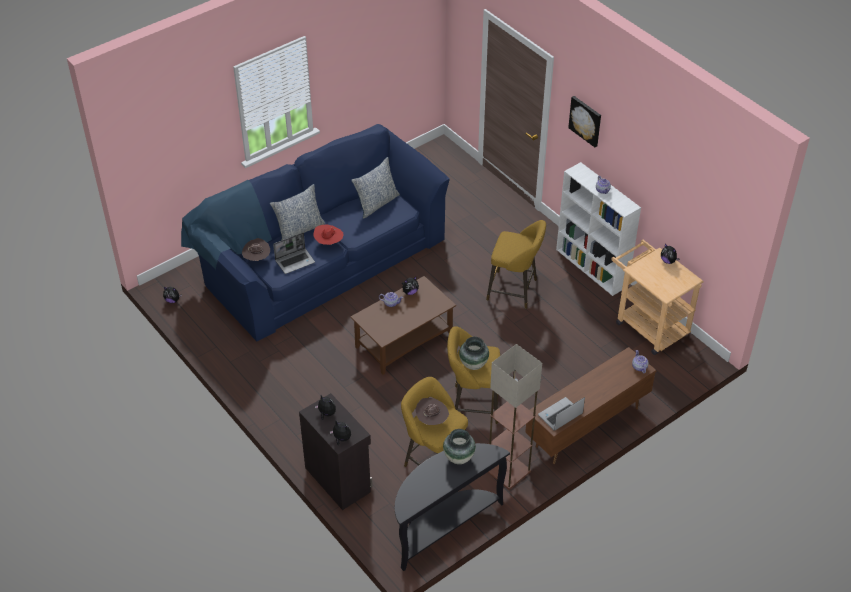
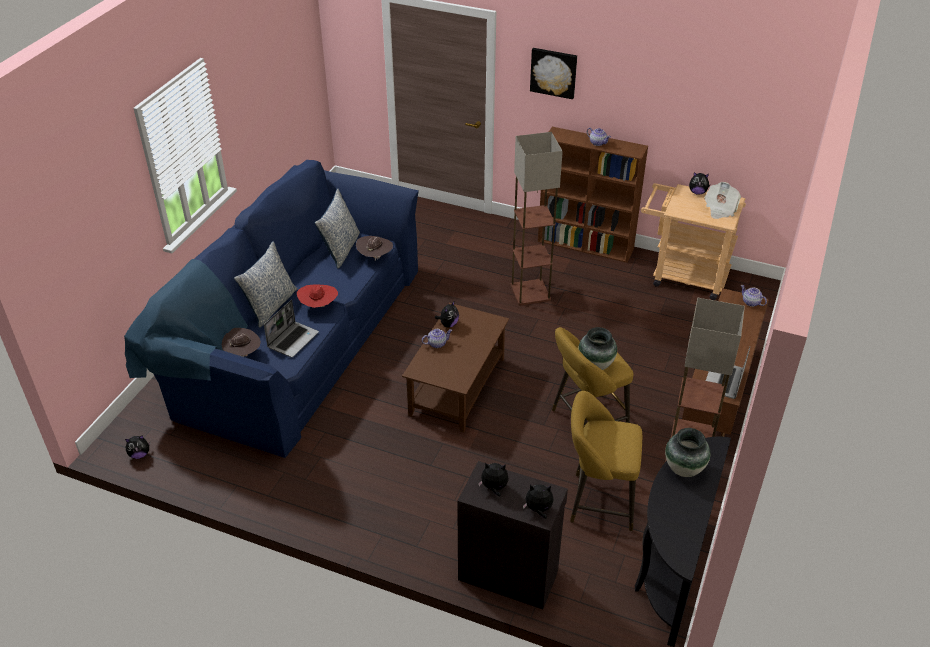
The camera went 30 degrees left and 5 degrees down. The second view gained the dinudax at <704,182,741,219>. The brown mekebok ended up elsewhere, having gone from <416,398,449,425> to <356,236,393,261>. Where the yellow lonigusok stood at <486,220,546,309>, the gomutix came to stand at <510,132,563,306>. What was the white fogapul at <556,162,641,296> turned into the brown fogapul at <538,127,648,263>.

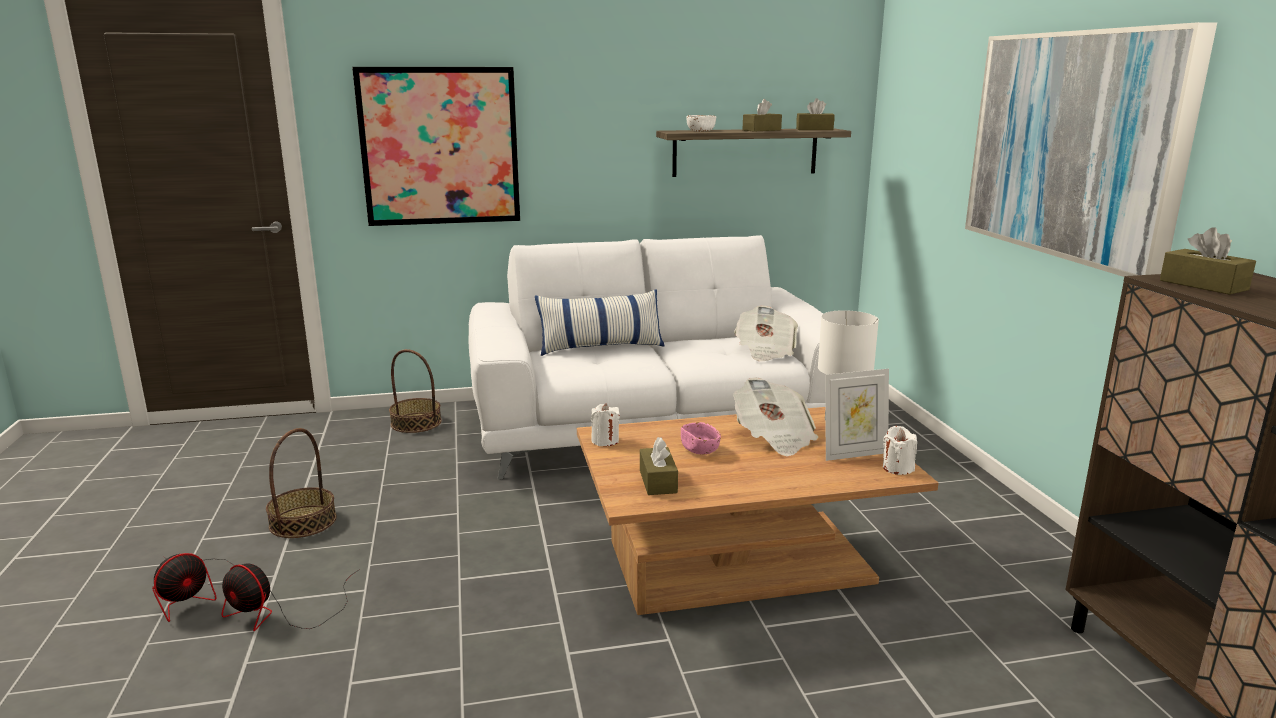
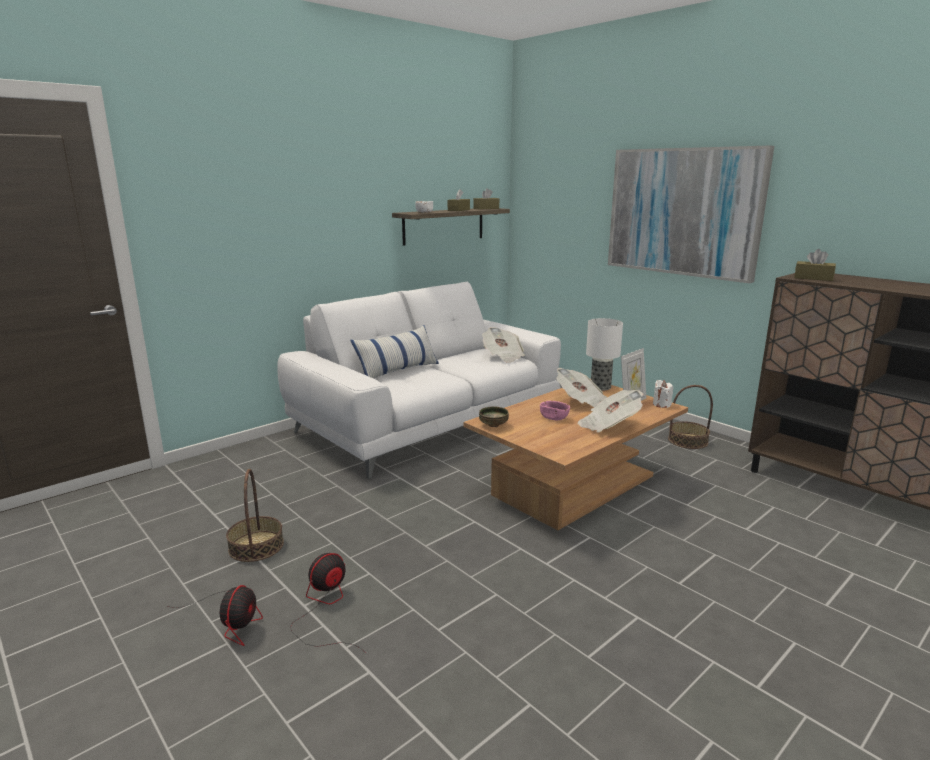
The camera went 30 degrees left and 0 degrees up. The second view lost the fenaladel at <352,67,520,226>. The second view lost the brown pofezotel at <640,437,678,495>. The second view gained the dinudax at <578,390,644,432>. The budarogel ended up elsewhere, having gone from <389,349,442,433> to <668,385,713,449>. Where the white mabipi stood at <591,403,620,446>, the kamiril came to stand at <479,406,509,427>. The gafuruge at <222,564,360,631> ended up facing another way, 135 degrees clockwise from before.

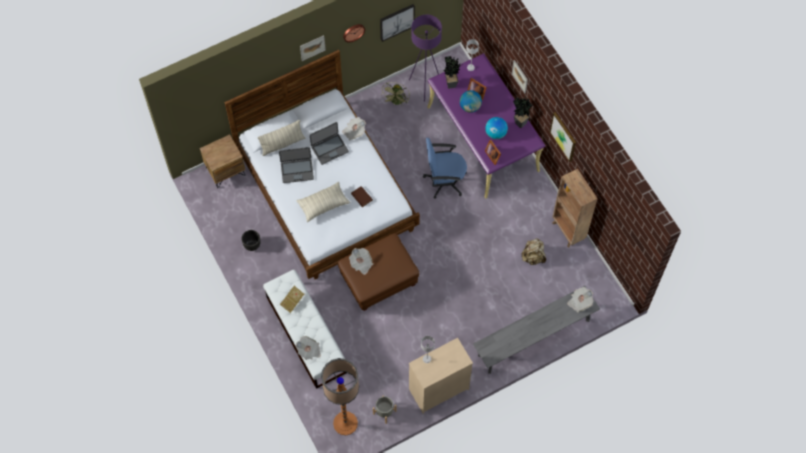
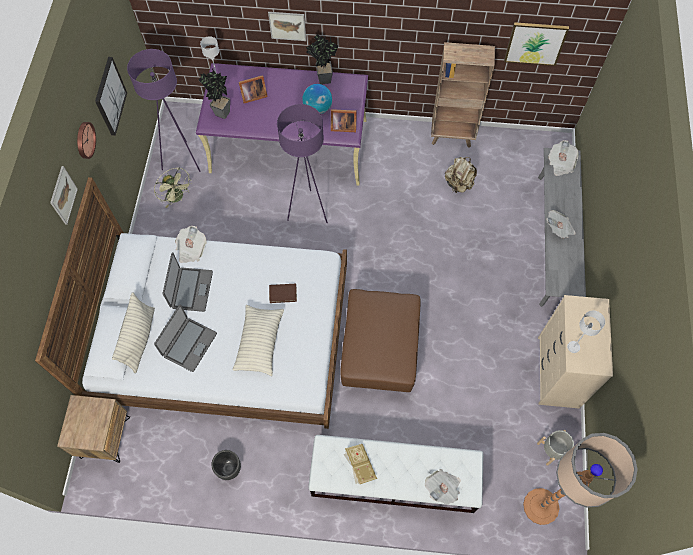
The camera went 55 degrees left and 0 degrees up. The second view lost the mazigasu at <460,90,482,113>. The dinudax ended up elsewhere, having gone from <349,248,373,275> to <546,210,576,239>. The fenaladel ended up elsewhere, having gone from <550,112,576,162> to <504,22,569,66>. Where the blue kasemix stood at <423,138,467,199>, the purple gomutix came to stand at <277,104,328,223>.

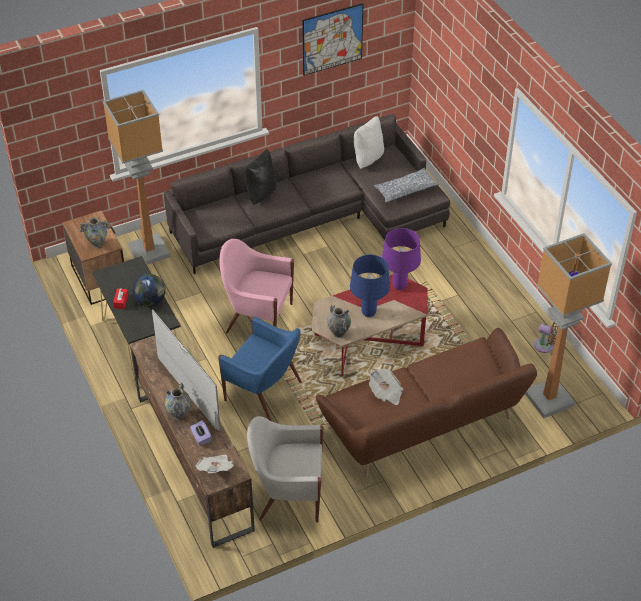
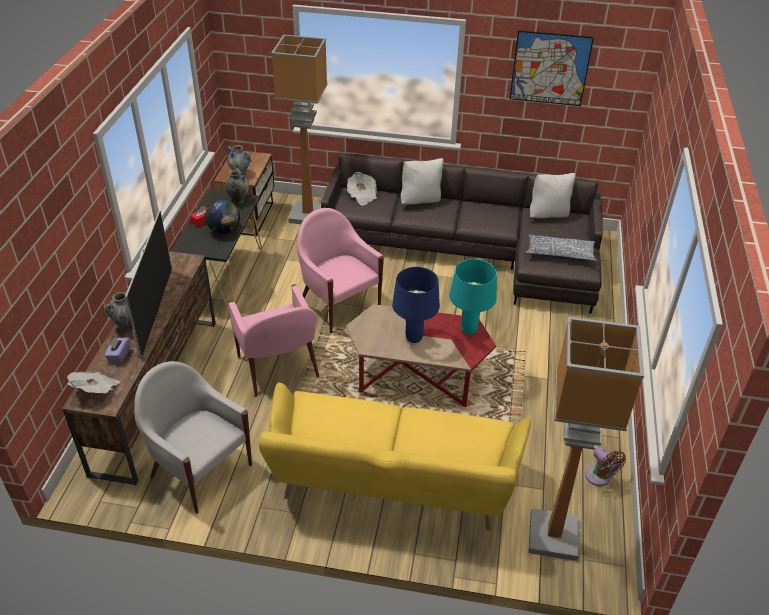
The camera went 35 degrees right and 5 degrees down. The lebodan ended up elsewhere, having gone from <327,305,351,338> to <225,168,249,204>. The dinudax ended up elsewhere, having gone from <369,368,404,405> to <347,172,377,206>. What was the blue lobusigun at <218,316,302,421> turned into the pink lobusigun at <228,284,319,396>. What was the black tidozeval at <244,149,277,205> turned into the white tidozeval at <401,158,444,205>. What was the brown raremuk at <316,328,537,477> turned into the yellow raremuk at <259,383,531,531>. What was the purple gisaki at <382,228,421,290> turned into the turquoise gisaki at <450,259,497,335>.

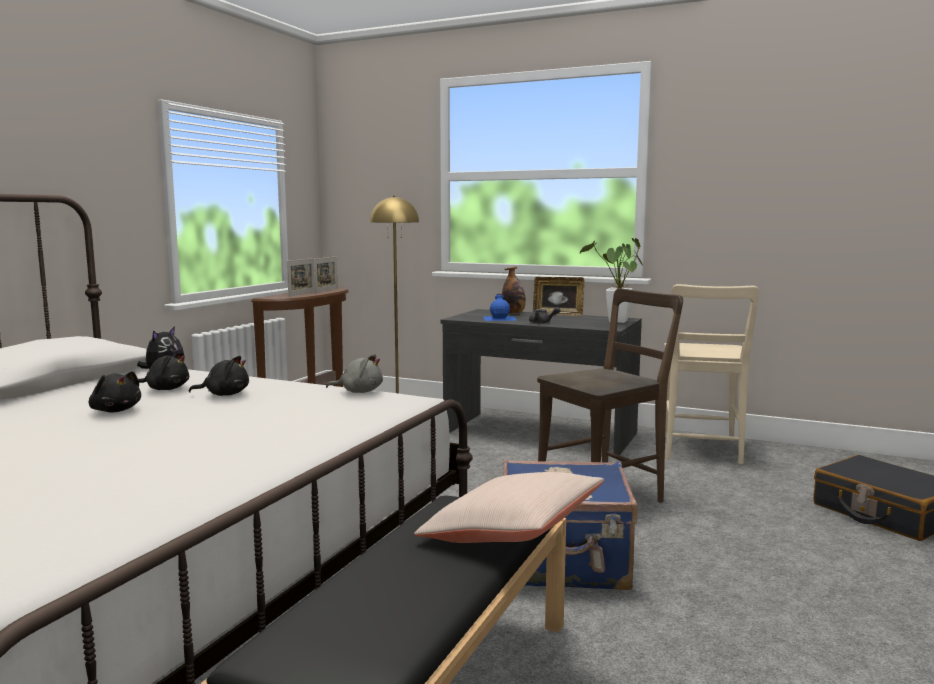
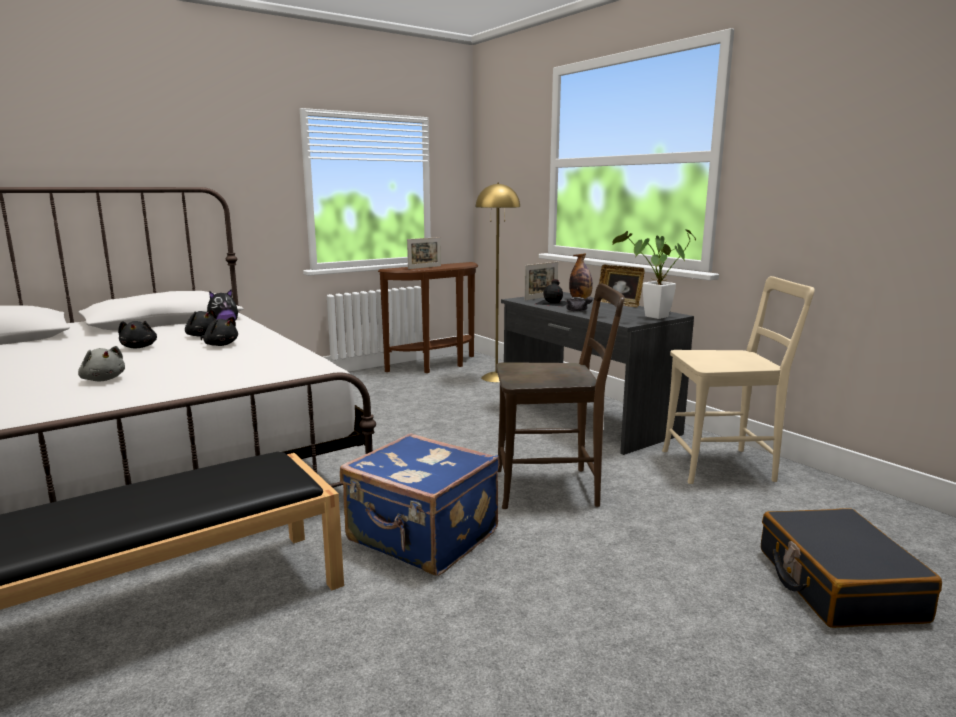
The camera went 30 degrees right and 5 degrees up. The second view lost the beige tidozeval at <414,472,604,543>. The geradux ended up elsewhere, having gone from <314,257,338,293> to <524,261,558,301>. The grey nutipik ended up elsewhere, having gone from <326,354,383,393> to <78,346,125,381>. What was the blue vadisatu at <483,294,518,321> turned into the black vadisatu at <535,279,568,306>. The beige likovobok at <664,284,759,464> ended up facing another way, 135 degrees counterclockwise from before.

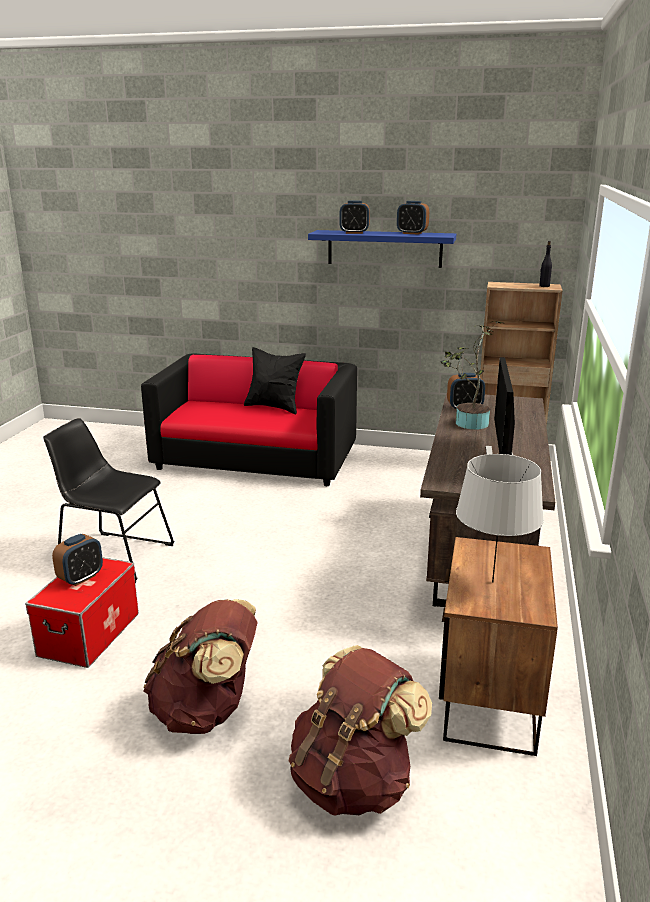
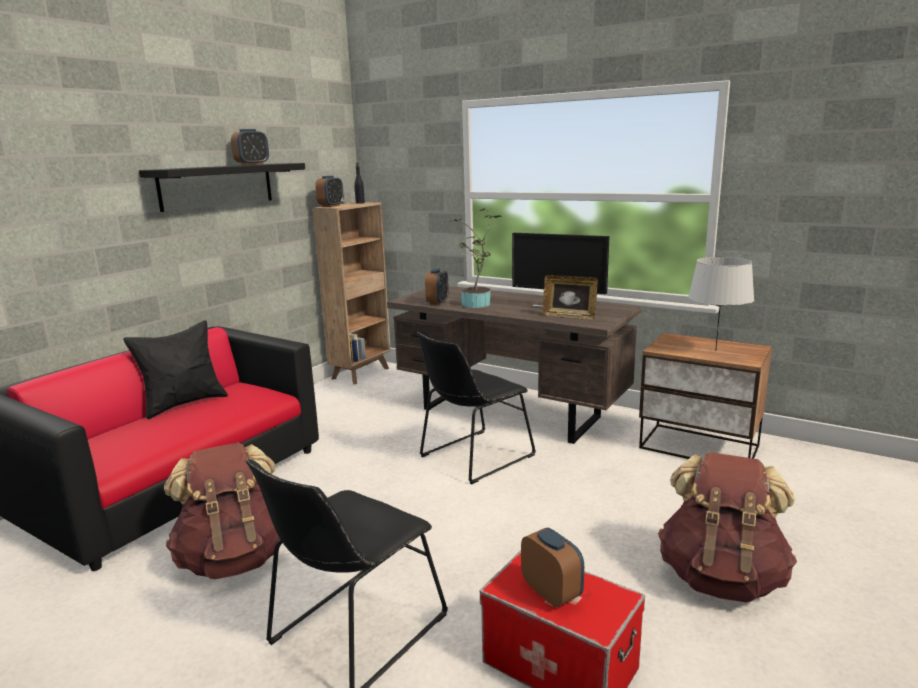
The camera went 70 degrees left and 5 degrees down. The second view gained the black likovobok at <417,332,536,485>. The second view gained the geradux at <542,275,598,320>. The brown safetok ended up elsewhere, having gone from <288,645,432,816> to <164,443,280,579>. The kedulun ended up elsewhere, having gone from <339,201,370,234> to <315,176,344,207>. What was the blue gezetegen at <308,230,456,268> turned into the black gezetegen at <139,163,305,212>.

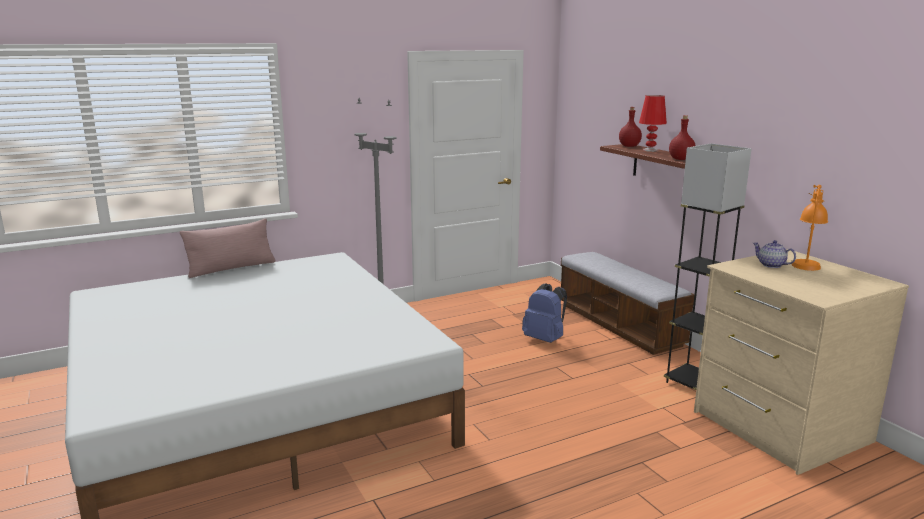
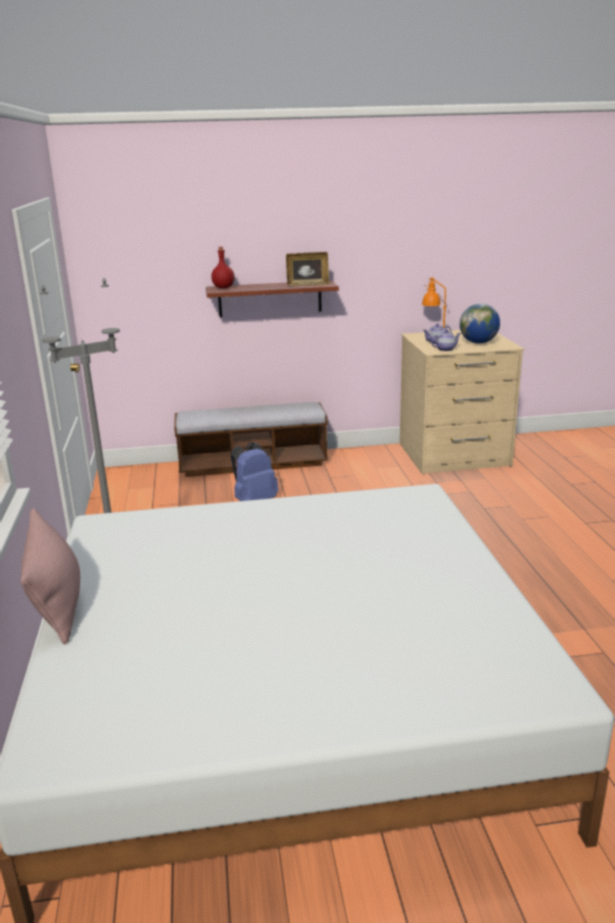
The camera went 70 degrees left and 5 degrees up. The second view lost the red gisaki at <639,95,667,152>. The second view lost the grey gomutix at <664,143,752,390>. The second view gained the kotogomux at <431,330,461,351>. The second view gained the mazigasu at <460,303,500,344>. Where the red vadisatu stood at <669,115,695,160>, the geradux came to stand at <286,252,329,286>.

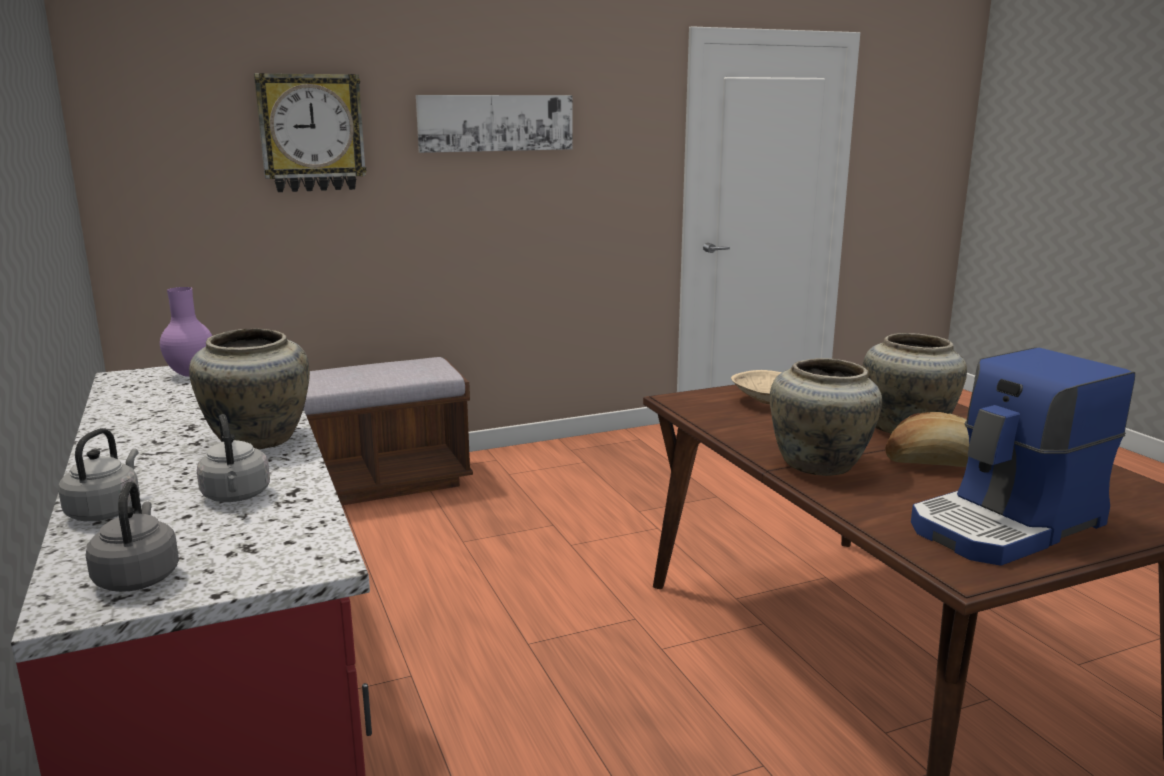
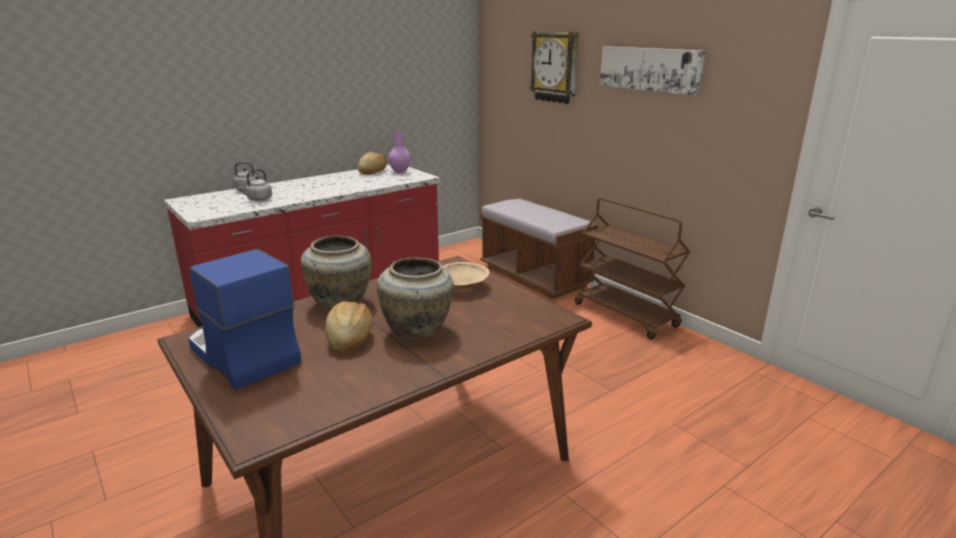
The camera went 75 degrees right and 5 degrees up. The second view lost the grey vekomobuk at <86,481,179,592>. The second view lost the beige lebodan at <189,328,310,449>. The second view gained the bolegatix at <358,152,387,175>. The second view gained the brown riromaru at <575,198,690,339>.

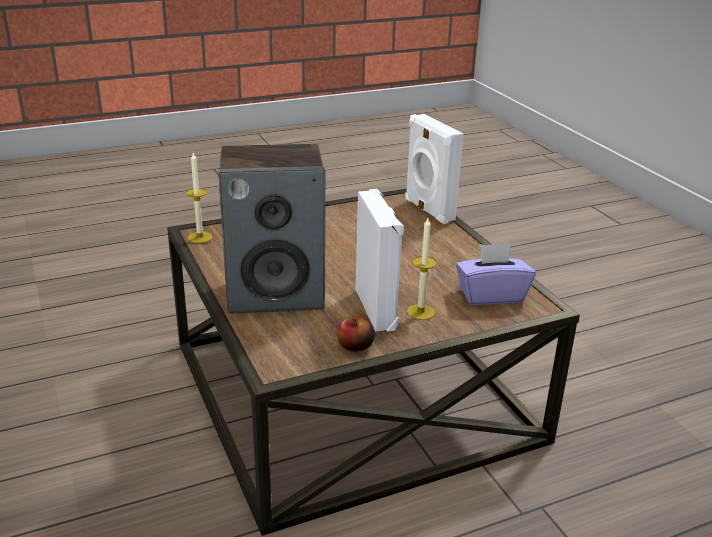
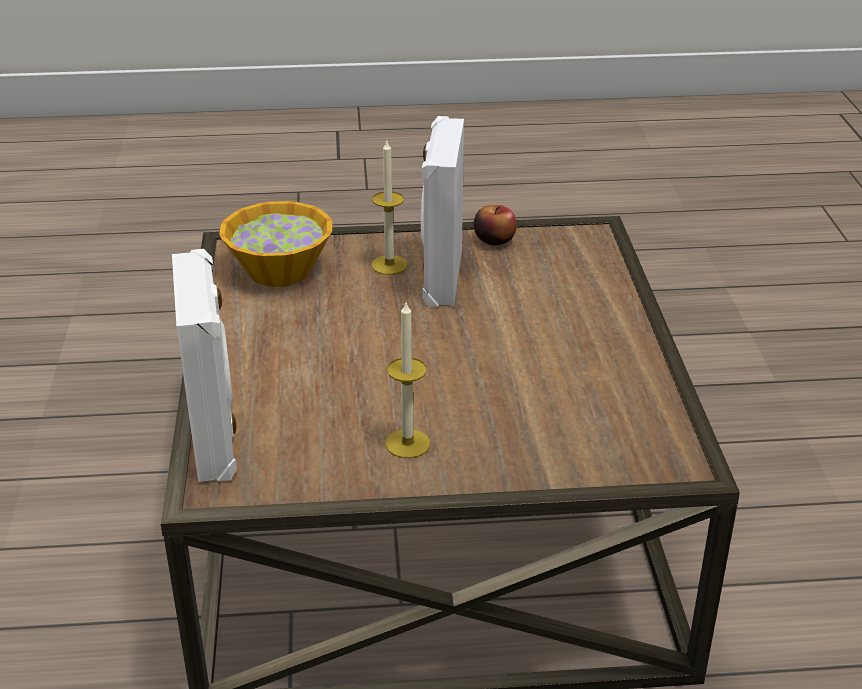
The camera went 160 degrees left and 5 degrees up. The second view lost the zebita at <219,144,325,314>. The mabipi ended up elsewhere, having gone from <186,153,212,243> to <385,302,430,458>. Where the purple pofezotel stood at <456,244,536,305>, the kamiril came to stand at <219,201,332,287>.

